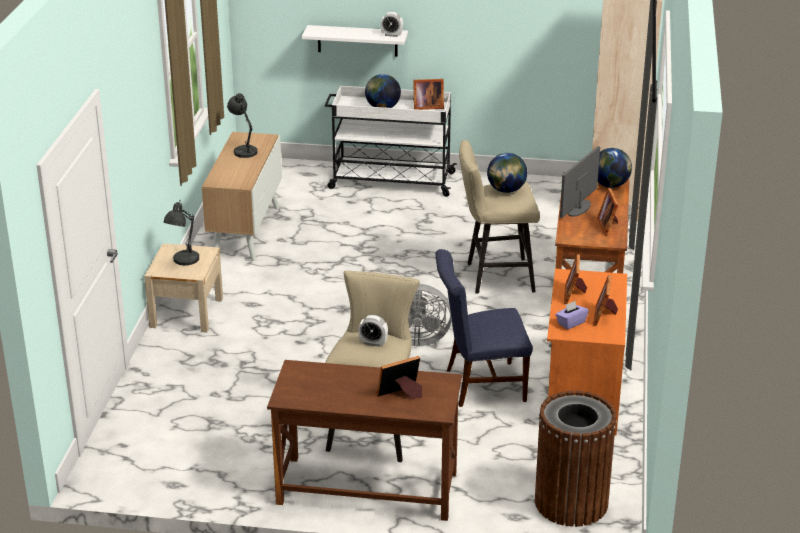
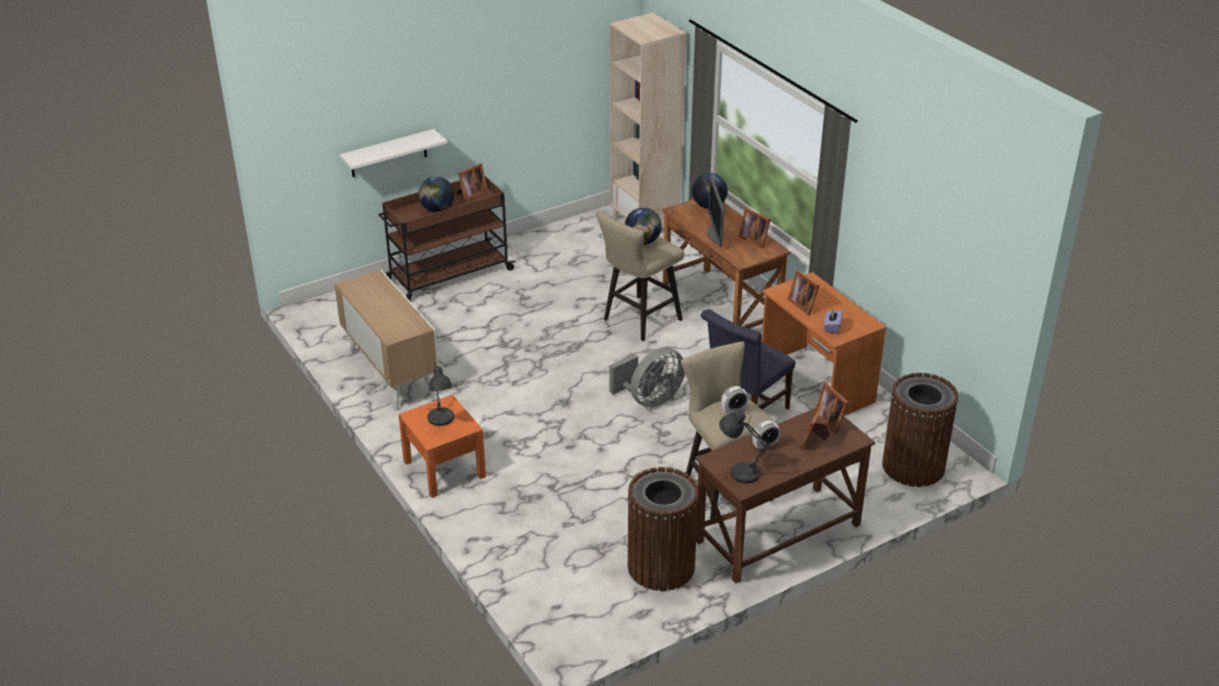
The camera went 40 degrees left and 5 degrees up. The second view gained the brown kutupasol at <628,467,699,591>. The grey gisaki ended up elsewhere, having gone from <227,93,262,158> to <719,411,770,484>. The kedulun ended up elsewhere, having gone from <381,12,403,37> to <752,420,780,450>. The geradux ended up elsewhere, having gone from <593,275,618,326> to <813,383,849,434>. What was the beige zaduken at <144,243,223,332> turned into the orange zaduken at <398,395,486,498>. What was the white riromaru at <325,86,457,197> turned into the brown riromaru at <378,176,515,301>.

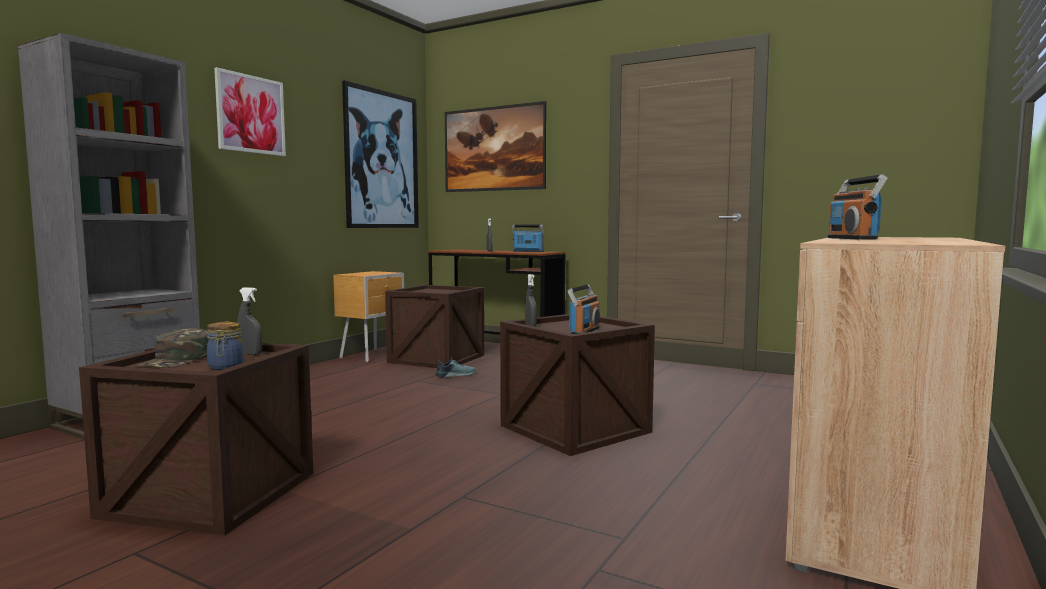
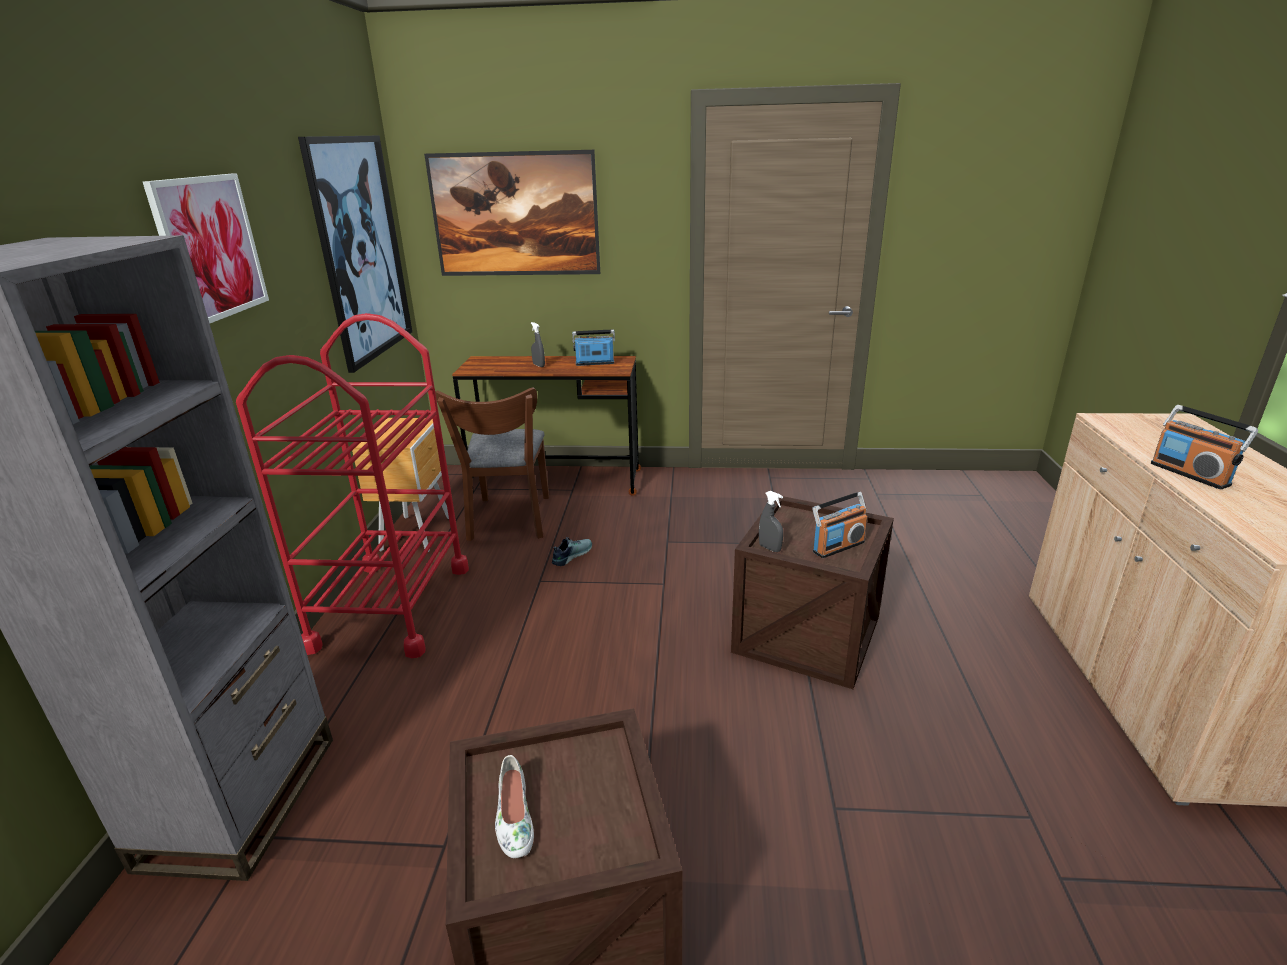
The camera went 25 degrees left and 20 degrees up. The second view lost the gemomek at <207,322,243,370>. The second view lost the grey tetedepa at <237,287,262,355>. The second view gained the red riromaru at <236,313,469,658>. Where the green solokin stood at <134,328,209,368>, the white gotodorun came to stand at <495,755,534,858>. Where the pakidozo stood at <385,285,484,368>, the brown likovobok came to stand at <435,387,549,541>. The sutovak at <567,284,600,334> ended up facing another way, 60 degrees clockwise from before.

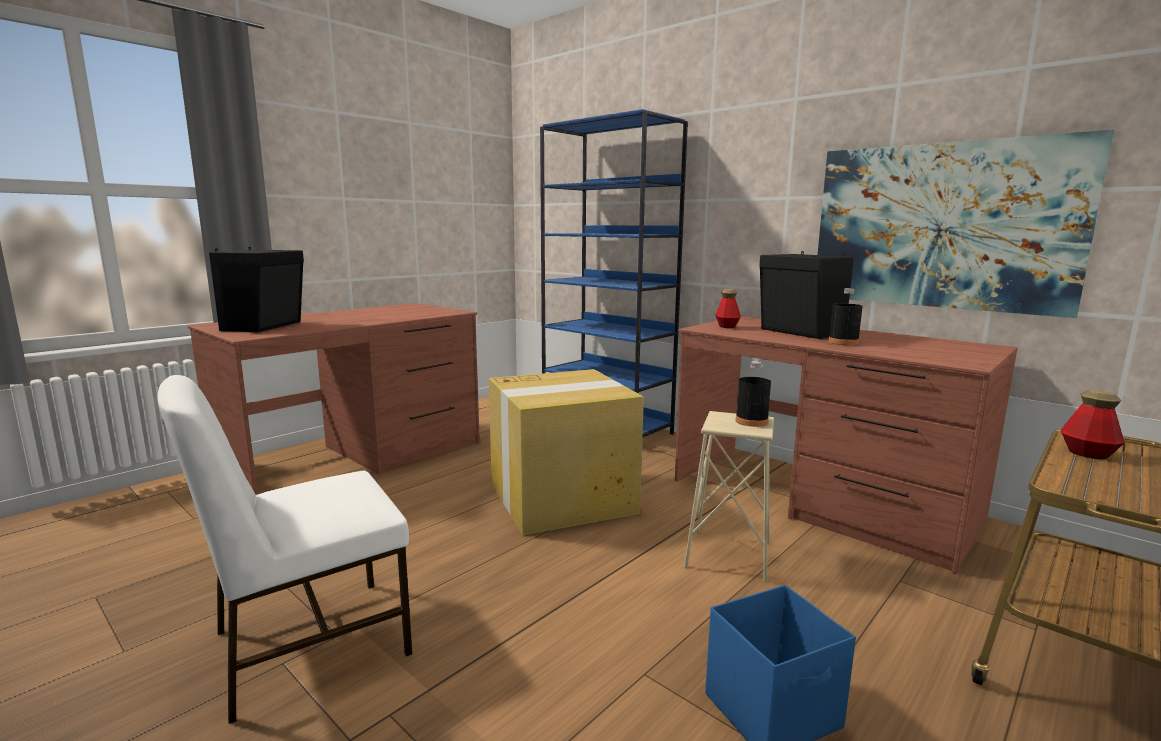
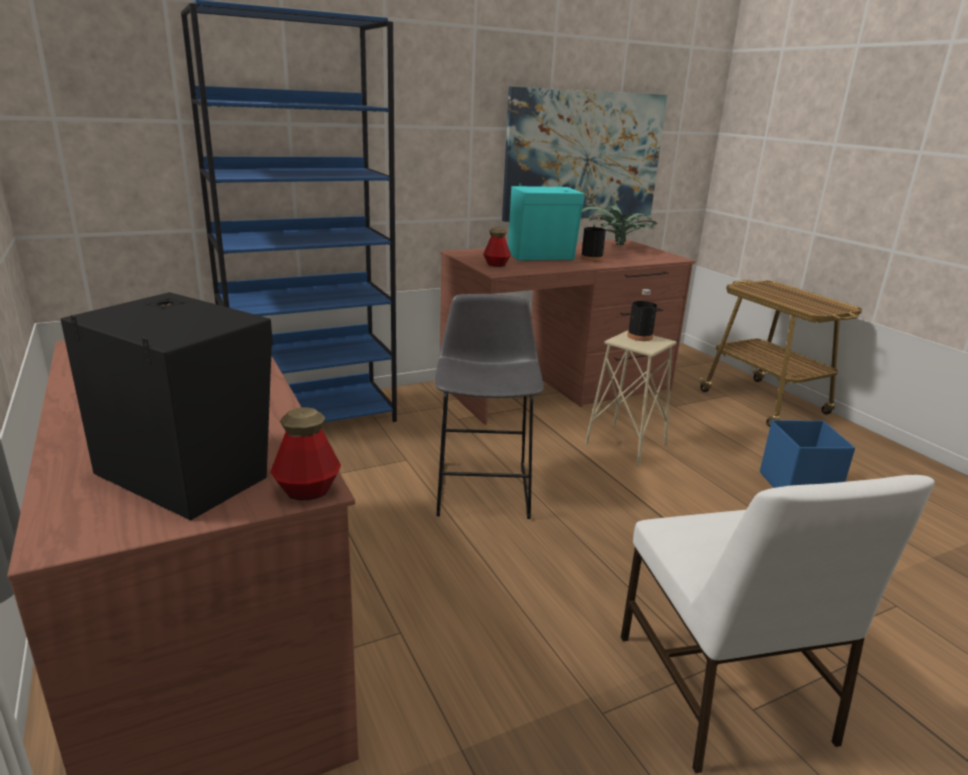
The camera went 70 degrees left and 10 degrees up. The second view gained the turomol at <582,205,657,249>. The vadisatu ended up elsewhere, having gone from <1061,389,1125,459> to <270,407,341,500>. Where the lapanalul stood at <489,369,644,535>, the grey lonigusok came to stand at <435,294,544,519>. What was the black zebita at <759,251,854,339> turned into the turquoise zebita at <508,183,584,261>.

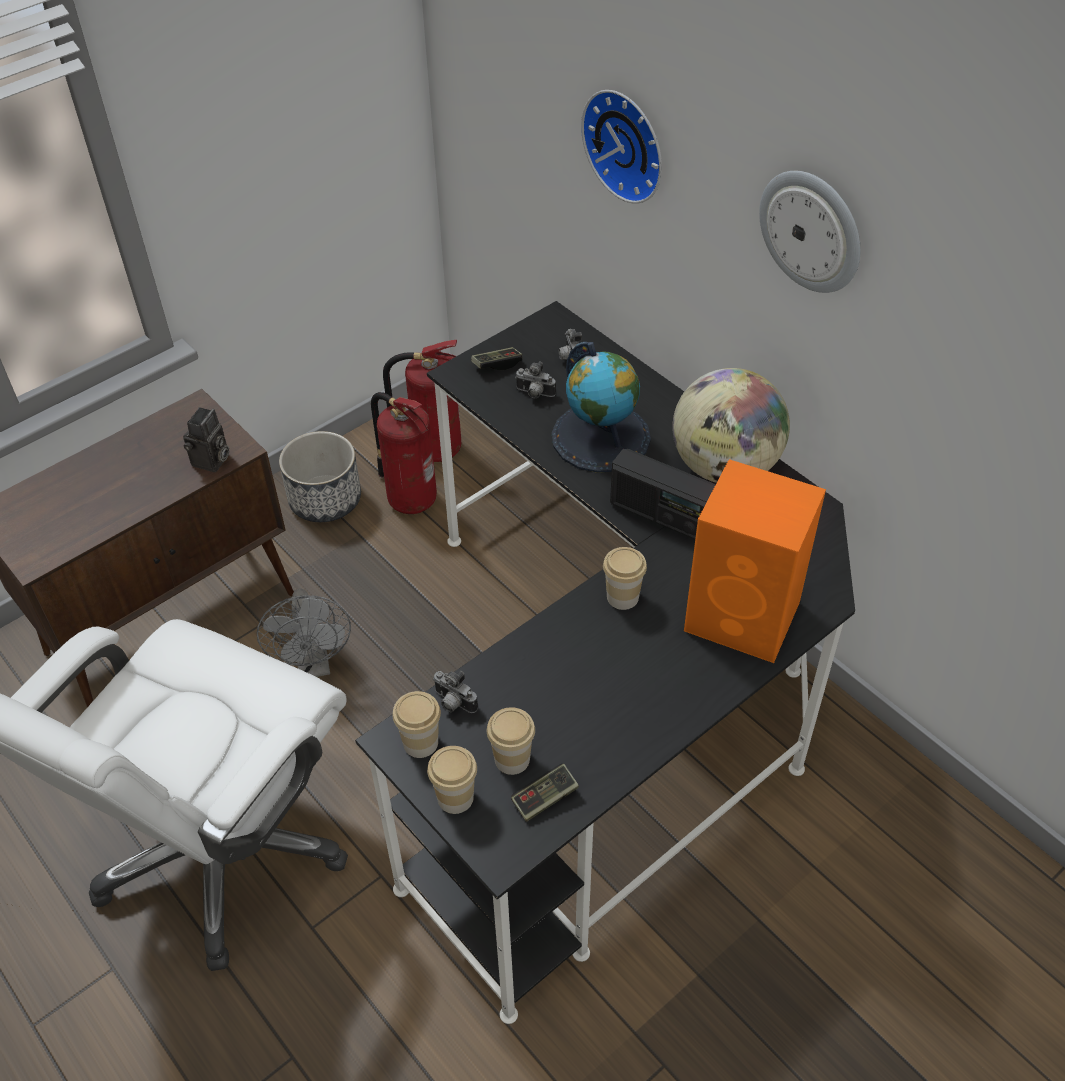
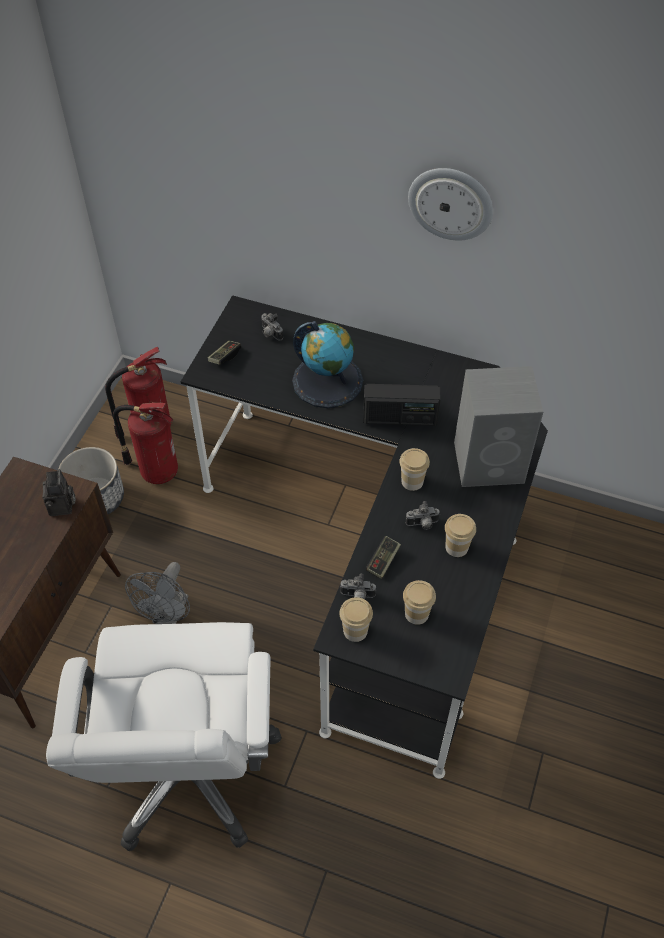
The camera went 30 degrees left and 5 degrees up. The second view lost the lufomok at <581,90,662,204>. The second view lost the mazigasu at <672,368,790,483>. The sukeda ended up elsewhere, having gone from <427,746,477,814> to <445,514,476,557>. The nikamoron ended up elsewhere, having gone from <511,764,579,822> to <366,536,401,579>. The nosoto ended up elsewhere, having gone from <515,361,556,398> to <405,501,440,530>. What was the orange zebita at <684,459,826,663> turned into the grey zebita at <454,366,543,487>. The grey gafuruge at <257,588,351,677> ended up facing another way, 60 degrees clockwise from before.

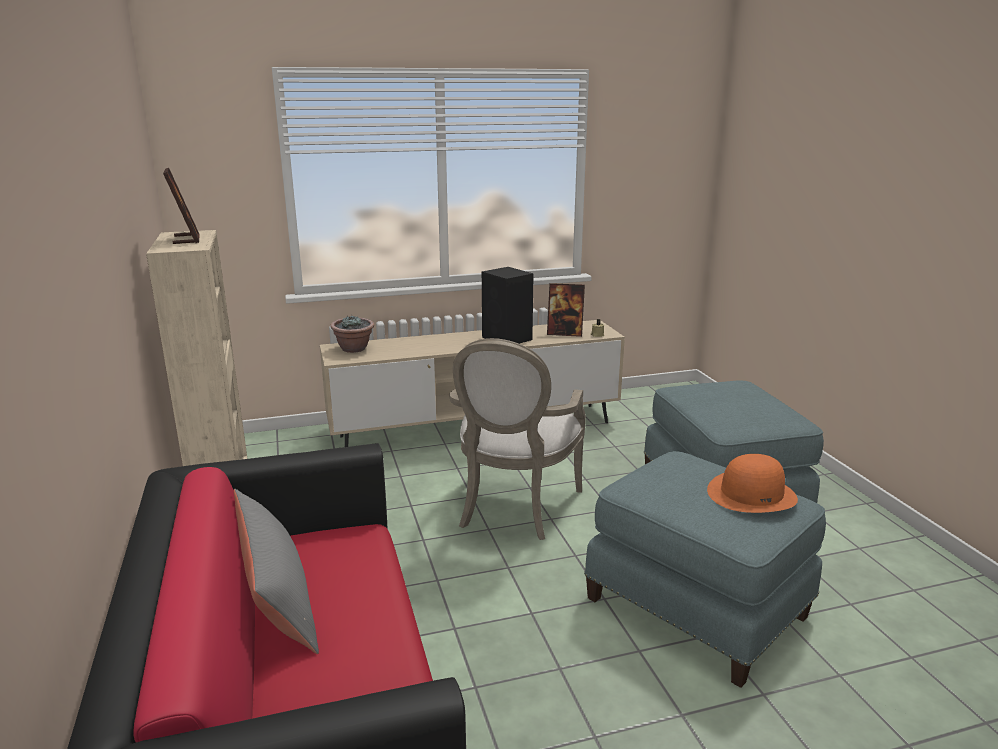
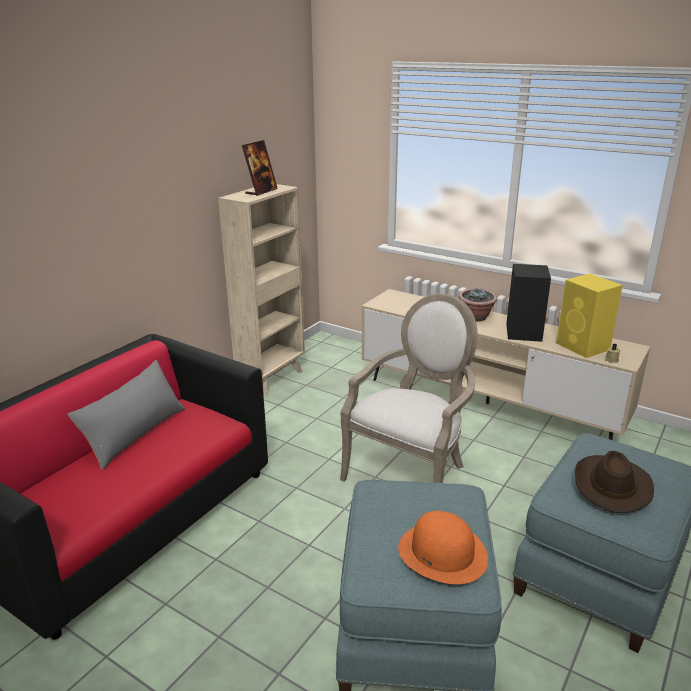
The camera went 50 degrees right and 5 degrees up. The second view gained the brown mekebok at <575,451,654,513>. The turomol ended up elsewhere, having gone from <330,316,374,353> to <459,288,497,322>. Where the geradux stood at <547,283,585,337>, the yellow zebita came to stand at <556,273,623,358>. The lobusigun at <449,338,586,540> ended up facing another way, 150 degrees clockwise from before.

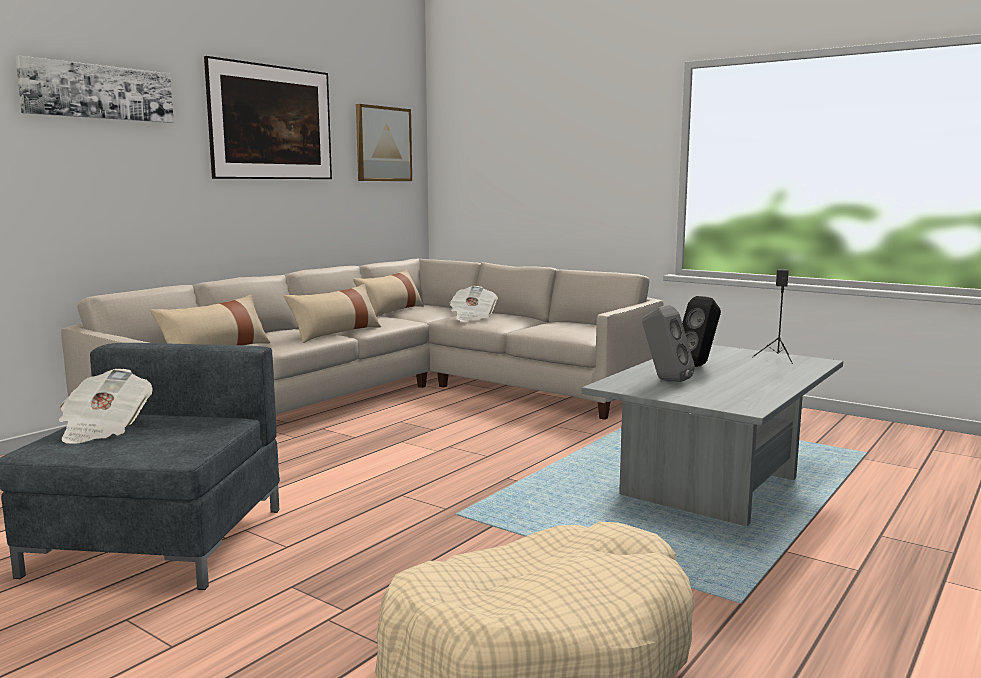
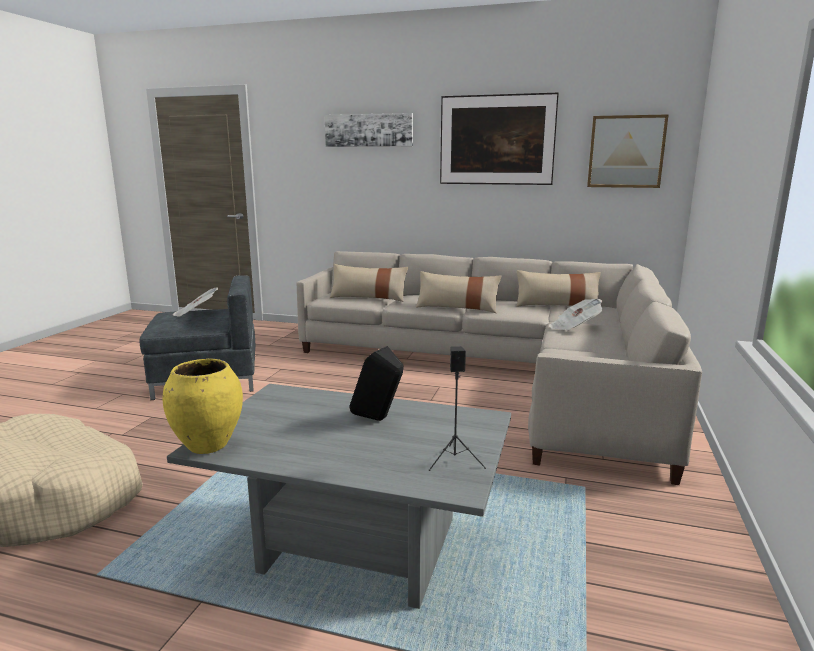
The camera went 70 degrees right and 5 degrees up. The second view lost the grey zebita at <642,305,695,382>. The second view gained the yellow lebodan at <163,359,243,454>.

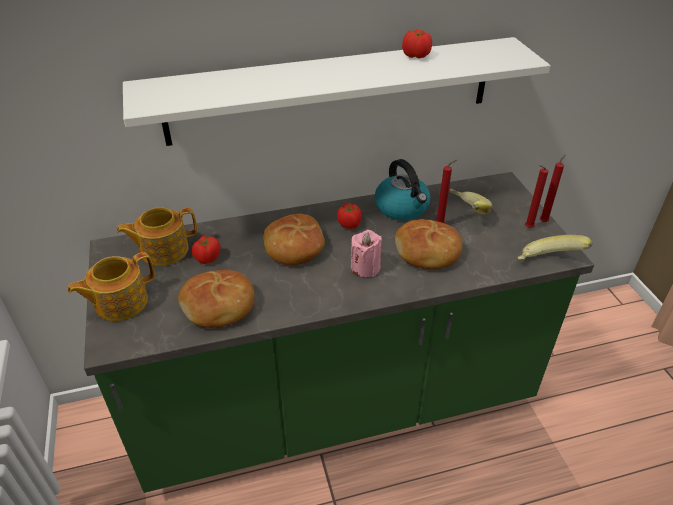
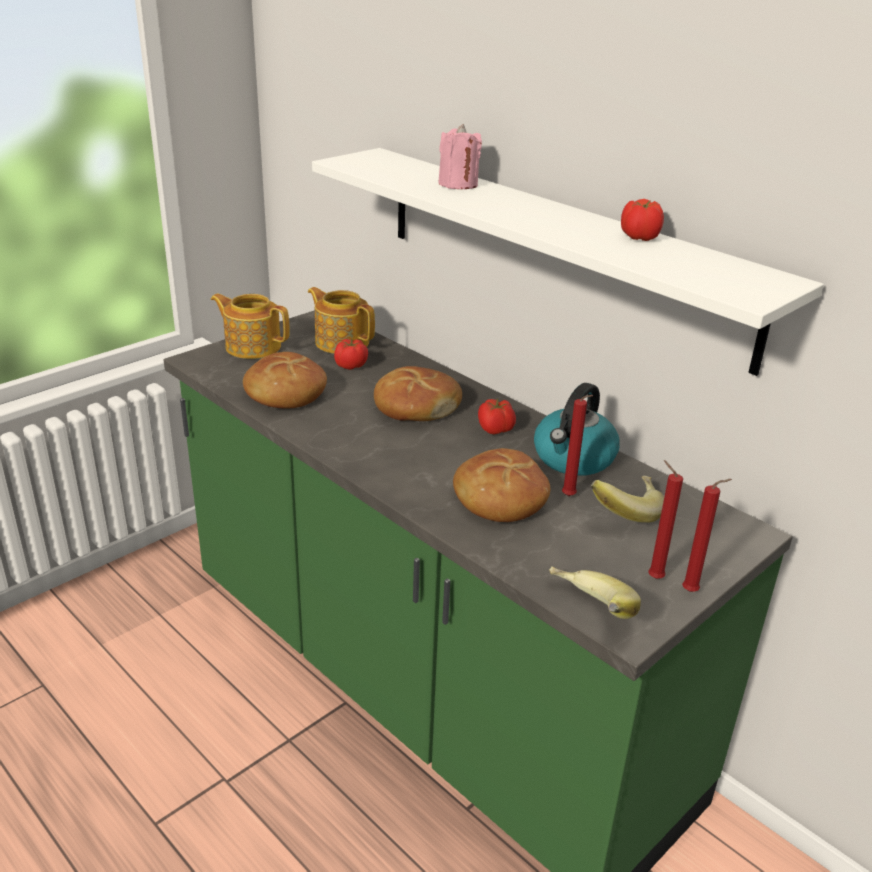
The camera went 60 degrees right and 10 degrees down. The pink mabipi ended up elsewhere, having gone from <351,230,382,277> to <438,124,482,189>.

